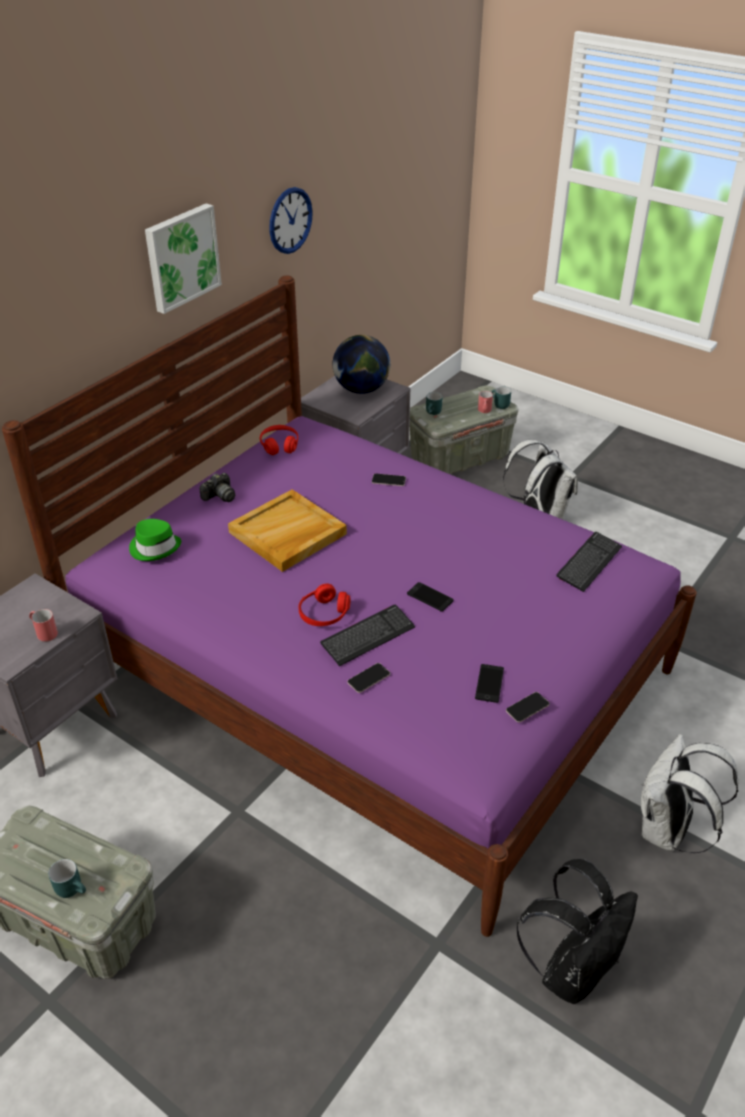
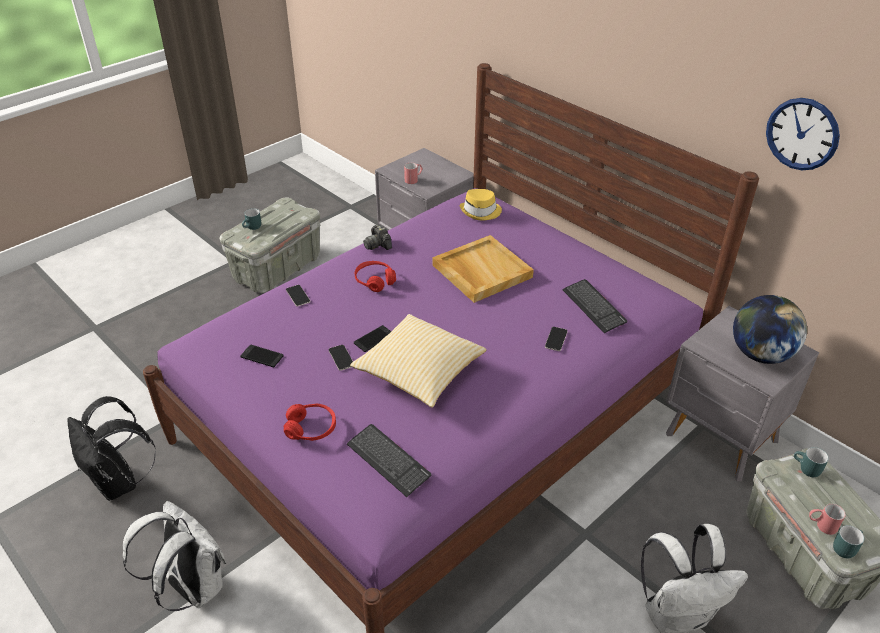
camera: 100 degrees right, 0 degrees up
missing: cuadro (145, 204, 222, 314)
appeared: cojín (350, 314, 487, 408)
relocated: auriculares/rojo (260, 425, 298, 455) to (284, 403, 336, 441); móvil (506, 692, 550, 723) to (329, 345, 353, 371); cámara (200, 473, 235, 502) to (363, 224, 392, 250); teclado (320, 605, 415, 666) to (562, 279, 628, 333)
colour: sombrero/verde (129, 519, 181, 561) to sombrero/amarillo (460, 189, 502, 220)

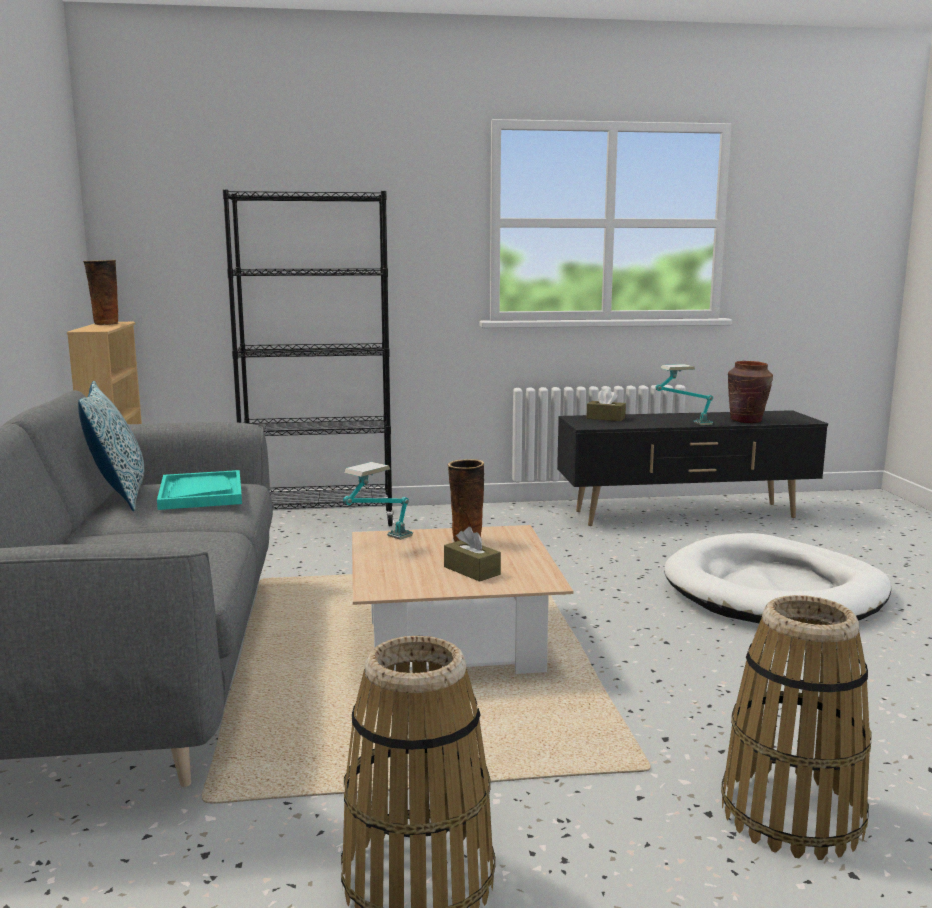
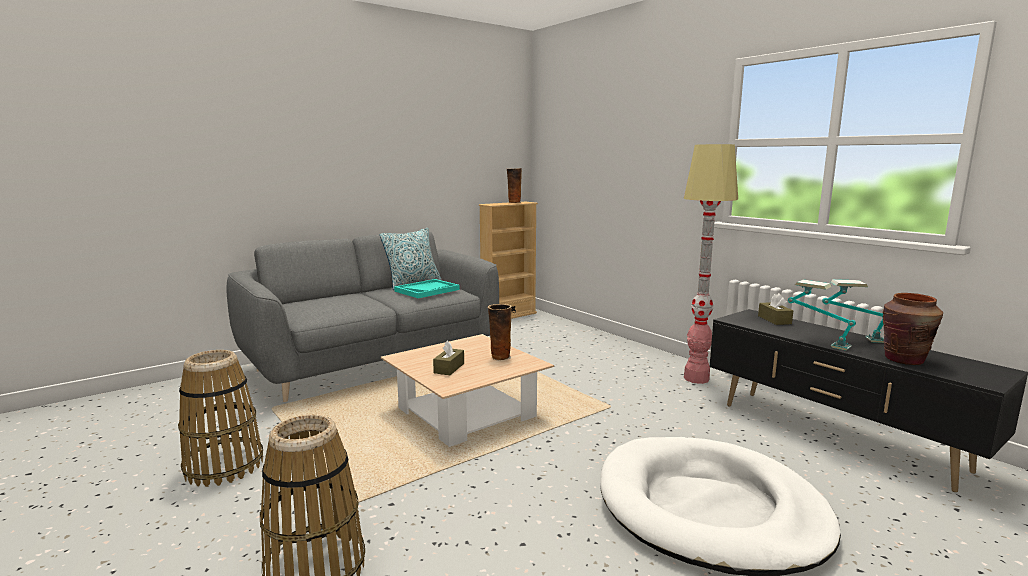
camera: 60 degrees right, 0 degrees up
missing: estantería/negro (223, 190, 394, 526)
appeared: lámpara de pie (684, 144, 738, 384)
relocated: lámpara de mesa (343, 462, 413, 540) to (822, 279, 884, 343)

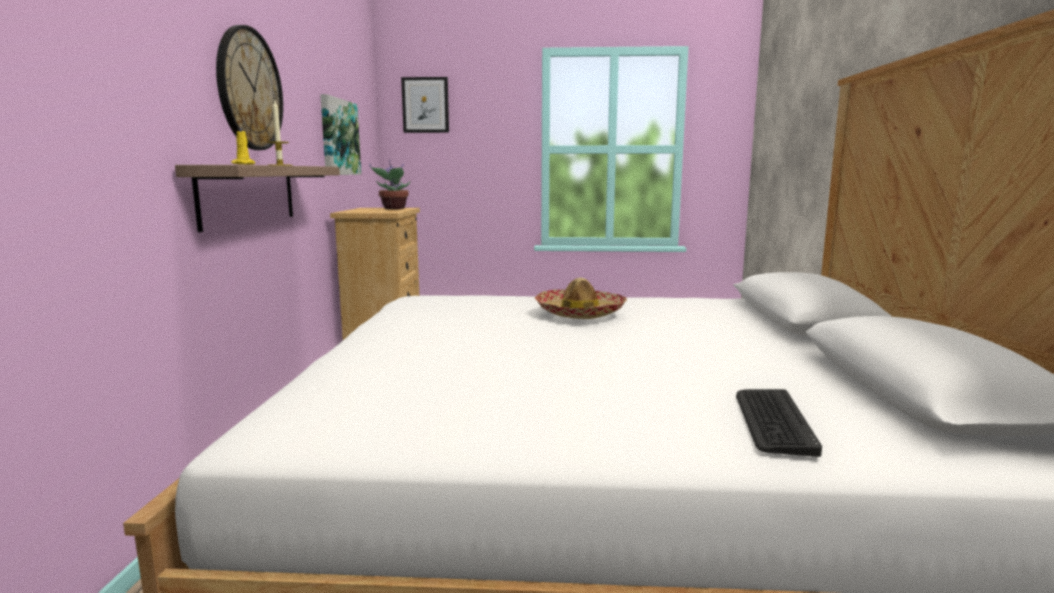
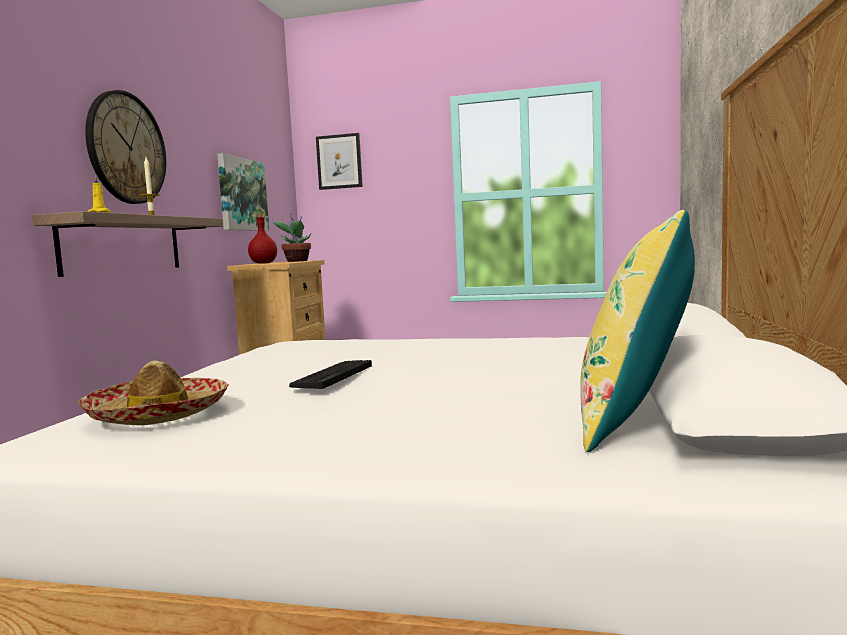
camera: 10 degrees right, 5 degrees down
appeared: botella/rojo (248, 213, 277, 264); cojín/amarillo (580, 210, 695, 452)
relocated: sombrero (535, 277, 627, 319) to (78, 360, 229, 425); teclado (736, 389, 822, 457) to (289, 360, 372, 389)

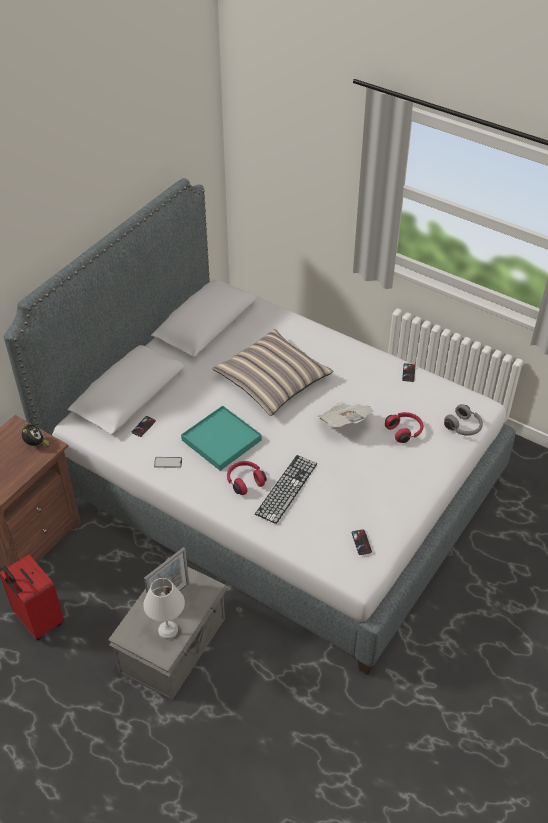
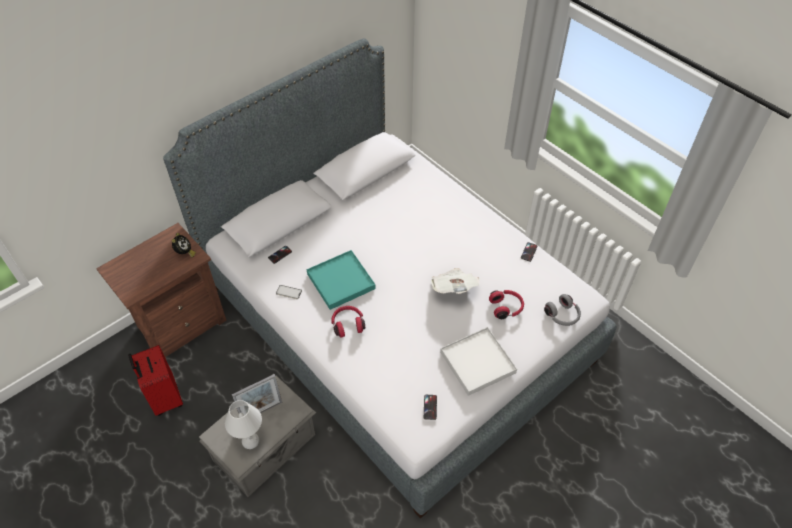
camera: 15 degrees right, 5 degrees up
missing: cojín (212, 329, 334, 416); teclado (255, 455, 318, 524)
appeared: bandeja/blanco (440, 327, 517, 396)

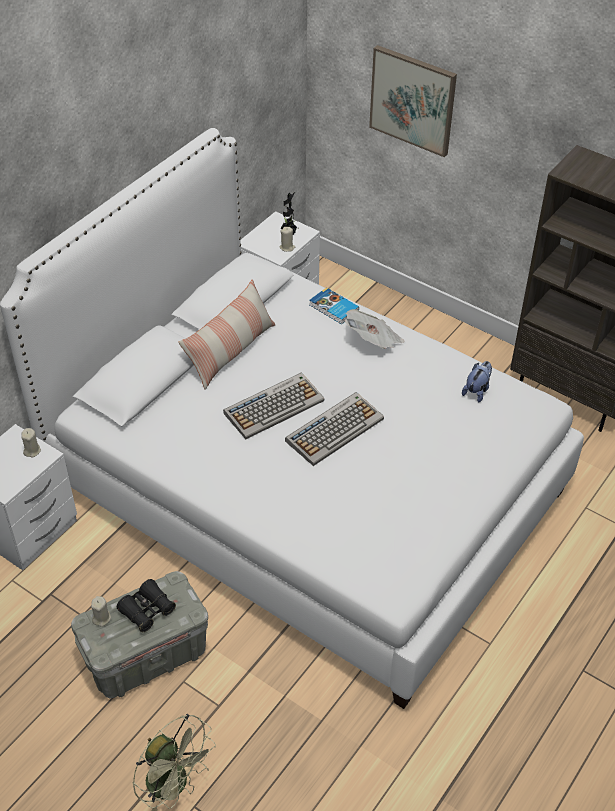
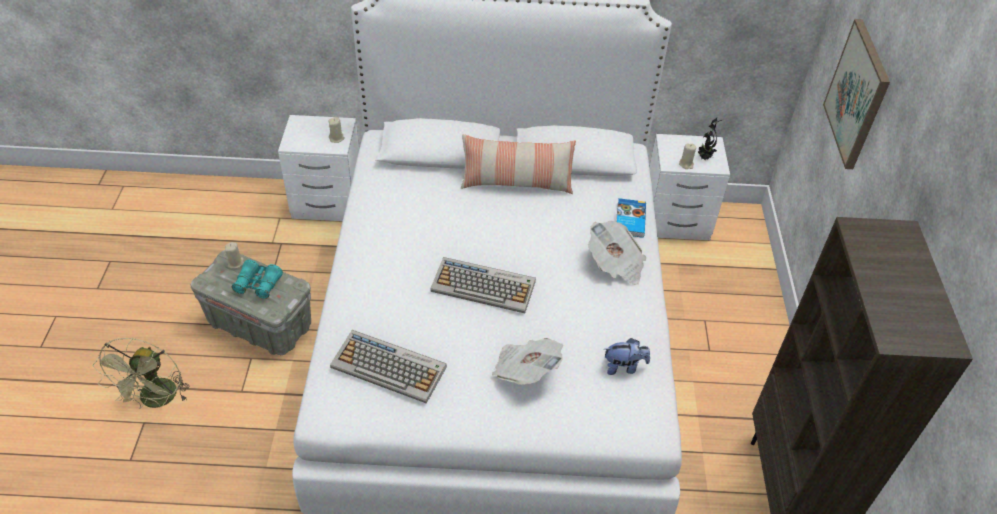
camera: 55 degrees right, 0 degrees up
appeared: periódico (492, 338, 564, 385)
relocated: teclado (223, 373, 324, 439) to (330, 330, 447, 403)
colour: prismáticos/negro (117, 579, 176, 632) to prismáticos/turquesa (232, 260, 283, 299)

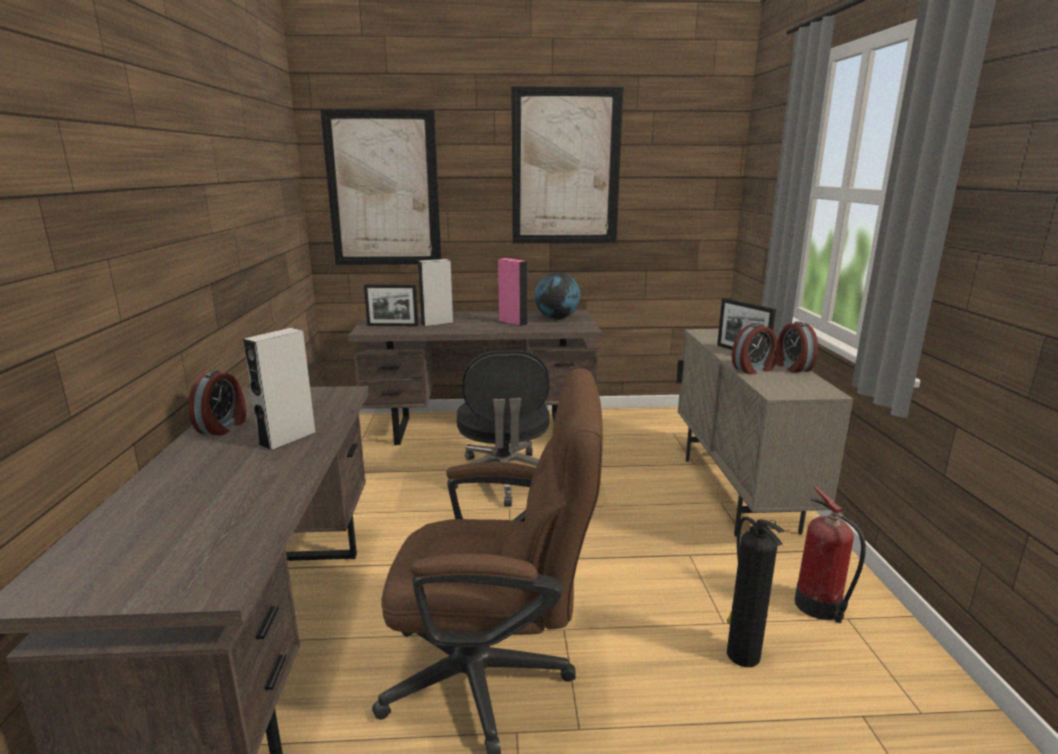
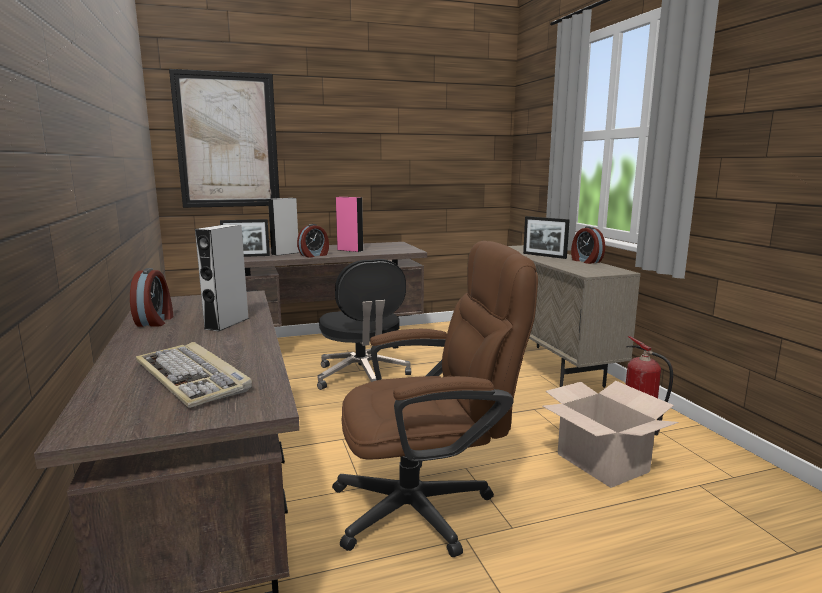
camera: 15 degrees left, 5 degrees down
missing: cuadro (511, 86, 623, 243); globo terráqueo (534, 272, 581, 320)
appeared: teclado (136, 342, 252, 408)
relocated: despertador (732, 323, 777, 375) to (297, 224, 329, 258)
exchanged: extintor (727, 516, 784, 667) to caja de cartón (542, 381, 679, 488)

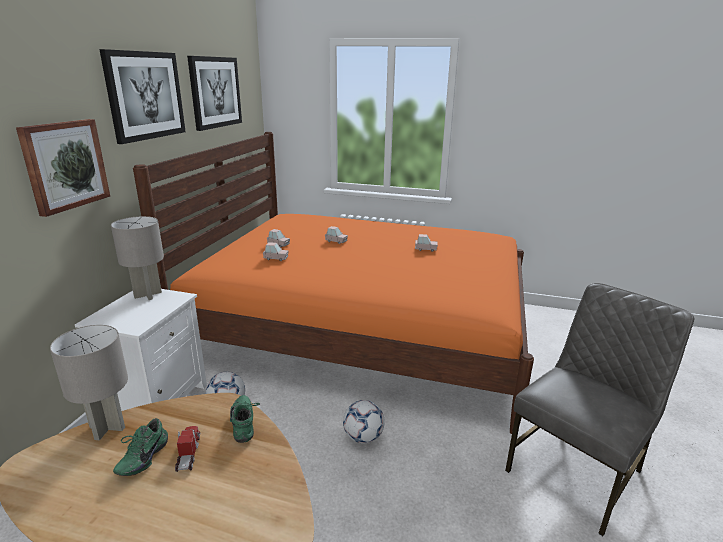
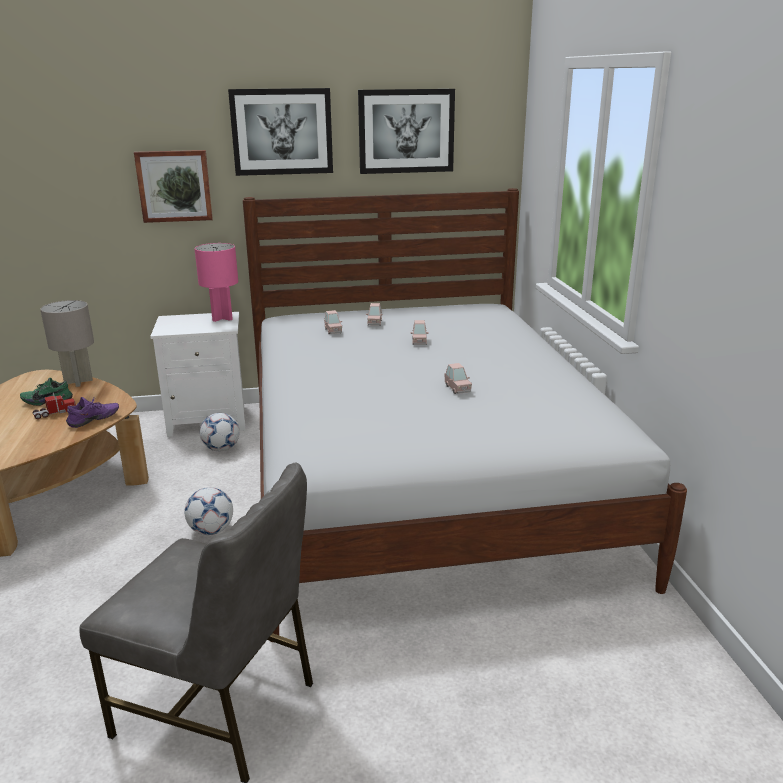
camera: 65 degrees right, 0 degrees up
colour: zapato/verde (230, 395, 260, 443) to zapato/morado (66, 397, 119, 428); lámpara de mesa/gris (111, 216, 164, 300) to lámpara de mesa/rosa (194, 243, 238, 322); cama/naranja (133, 132, 534, 434) to cama/blanco (243, 188, 687, 642)

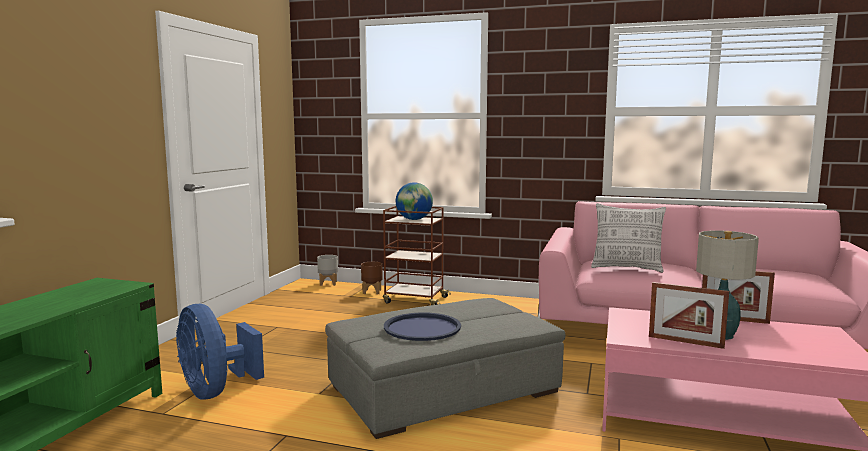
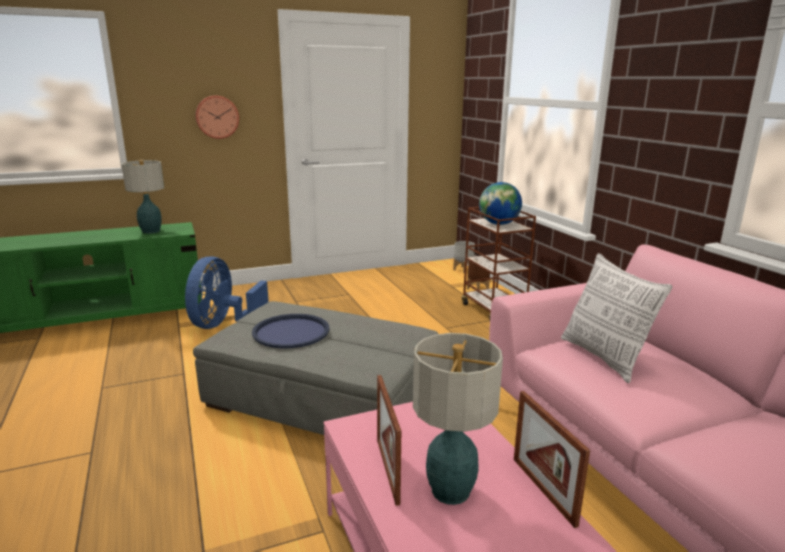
camera: 50 degrees right, 10 degrees up
appeared: lámpara de mesa (121, 160, 164, 234); reloj de pared (195, 95, 239, 139)

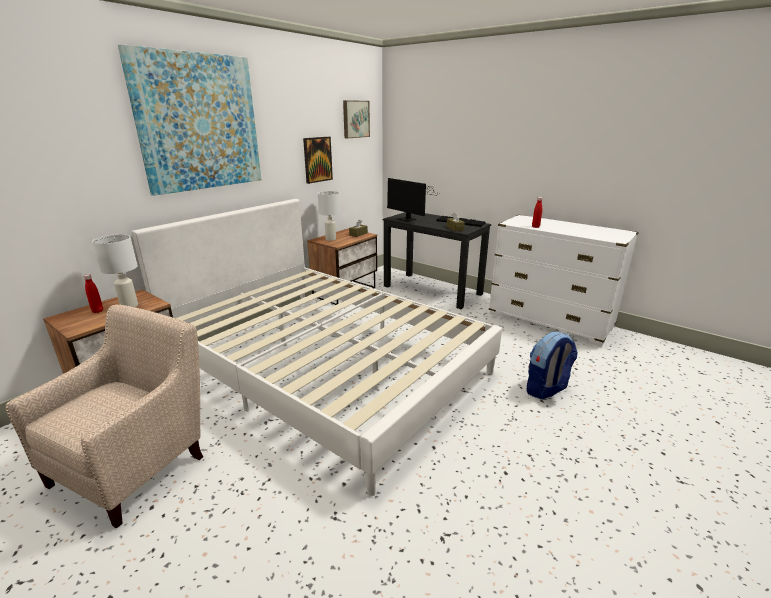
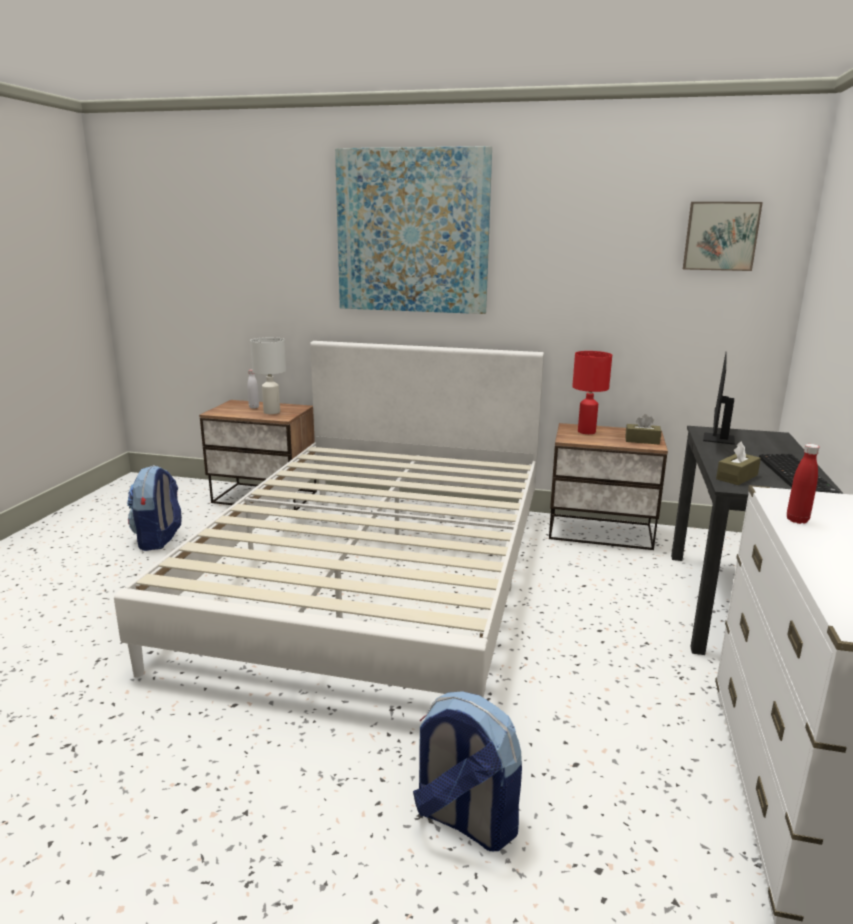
camera: 65 degrees right, 5 degrees down
missing: cuadro (303, 137, 333, 184)
exchanged: sillón/beis (6, 304, 203, 528) to mochila (127, 465, 181, 551)
colour: botella/rojo (84, 274, 103, 313) to botella/blanco (247, 369, 259, 409); lámpara de mesa/blanco (318, 191, 340, 241) to lámpara de mesa/rojo (572, 351, 612, 434)

